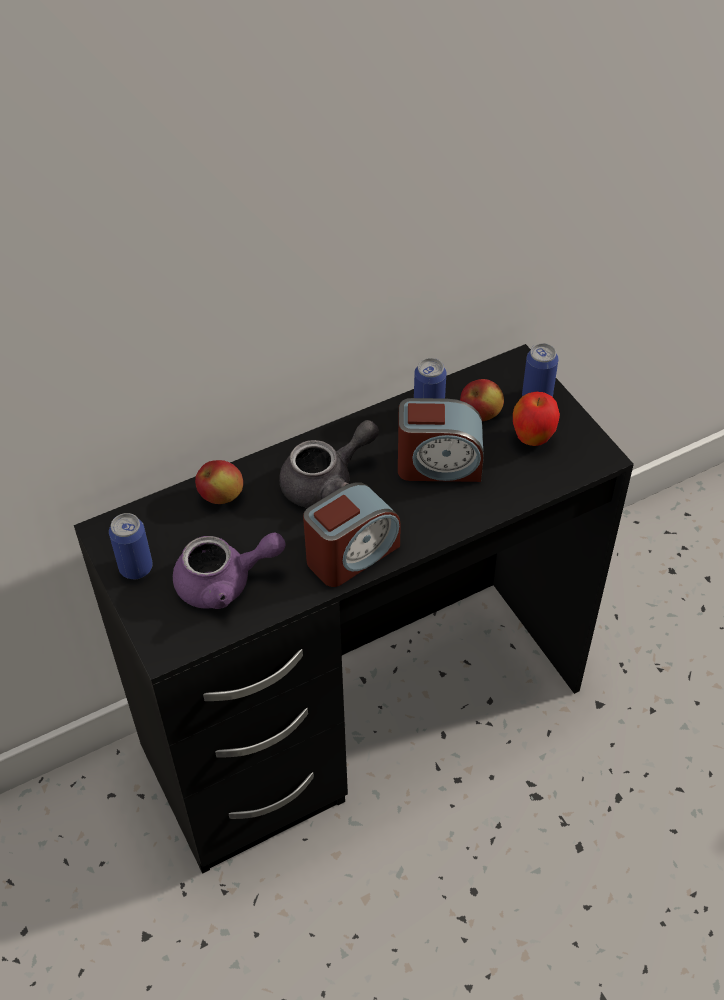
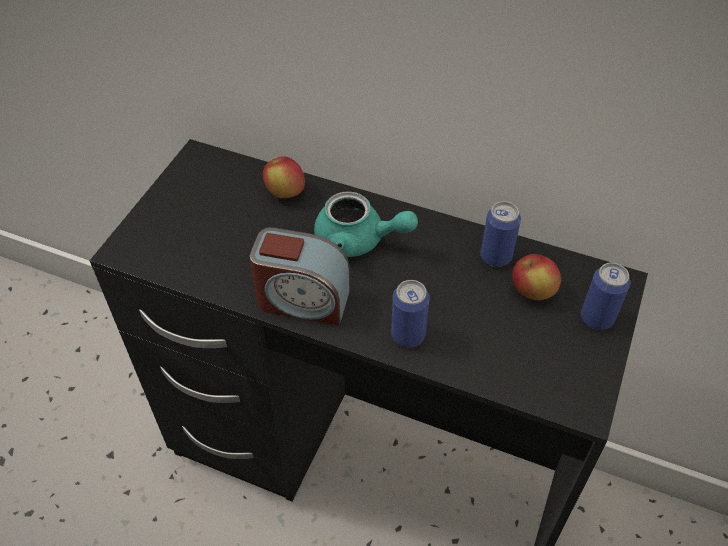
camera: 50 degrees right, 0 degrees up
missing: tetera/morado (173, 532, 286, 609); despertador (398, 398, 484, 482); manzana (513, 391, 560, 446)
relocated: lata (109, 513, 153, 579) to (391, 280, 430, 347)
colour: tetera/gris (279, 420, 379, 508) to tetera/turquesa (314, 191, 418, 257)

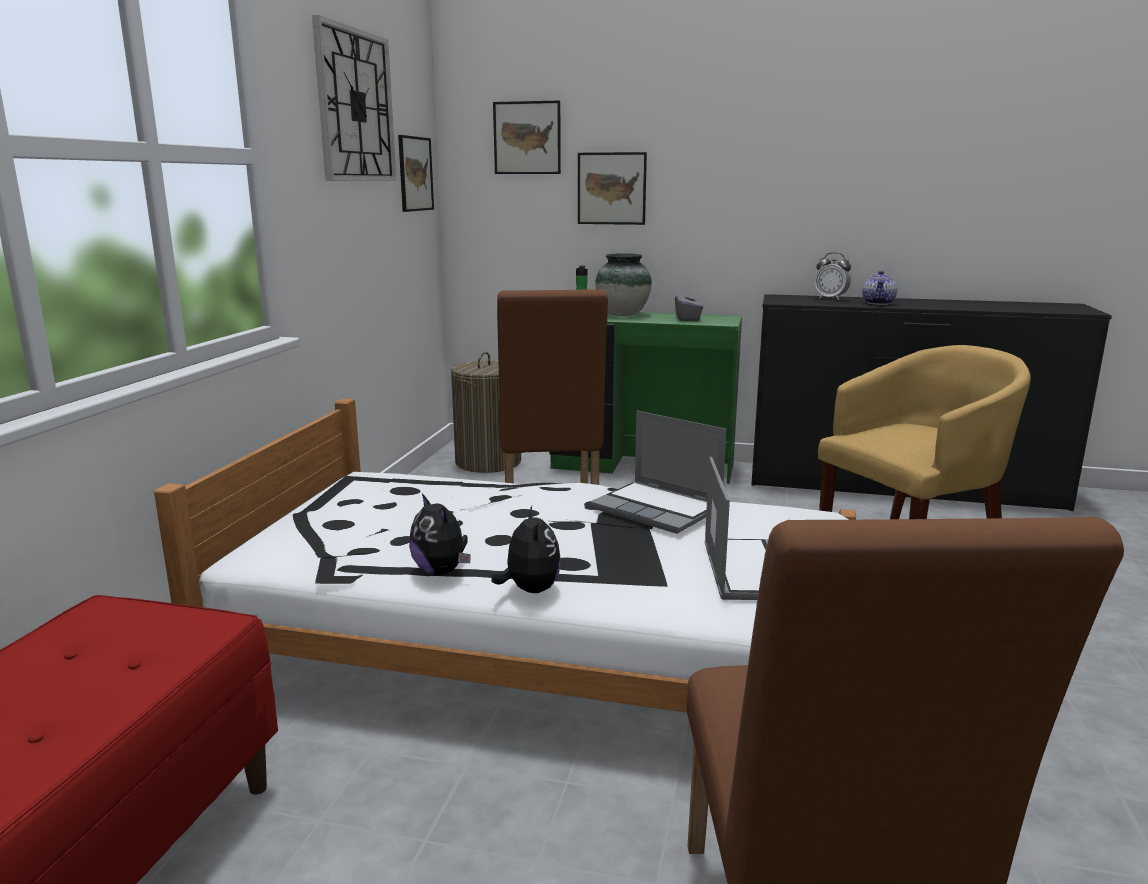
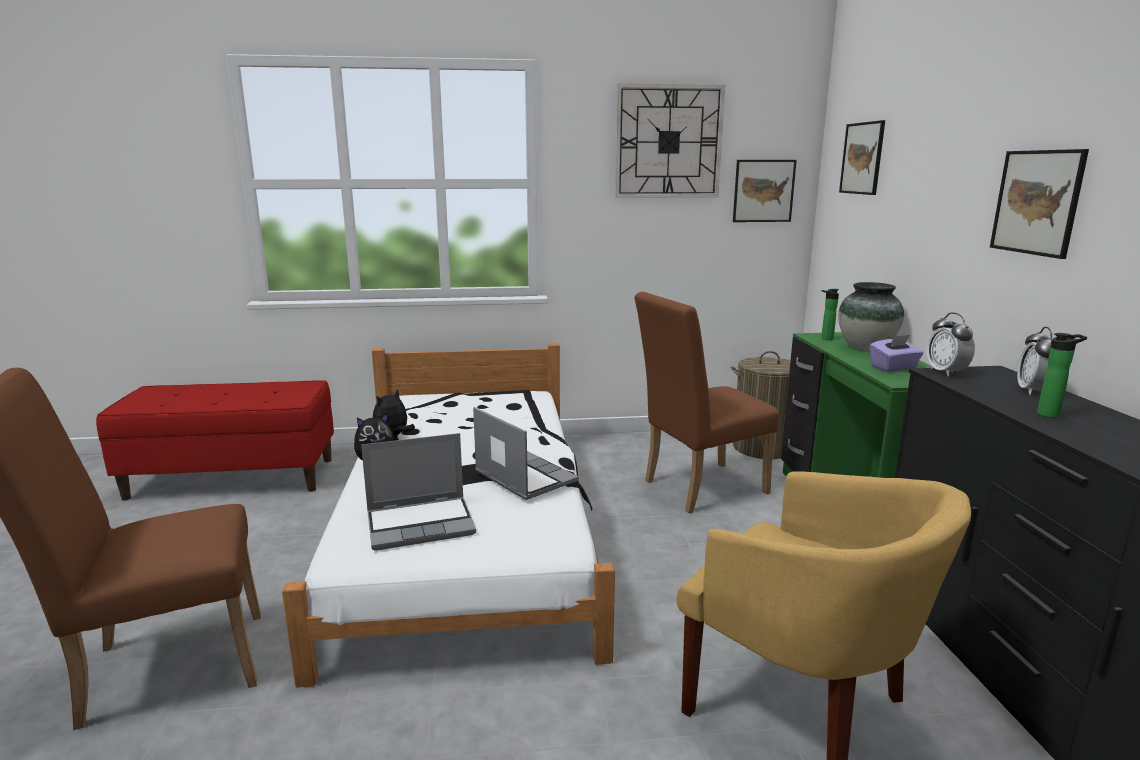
camera: 70 degrees right, 0 degrees up
appeared: despertador (926, 313, 975, 376)
relocated: cuadro (578, 152, 647, 225) to (990, 149, 1089, 259)
exchanged: tetera (862, 271, 897, 305) to botella (1037, 333, 1087, 418)
colour: caja de pañuelos/gris (675, 289, 703, 321) to caja de pañuelos/morado (869, 335, 923, 372)
spun: portátil (590, 411, 726, 534) = (473, 407, 579, 500) 120 degrees clockwise

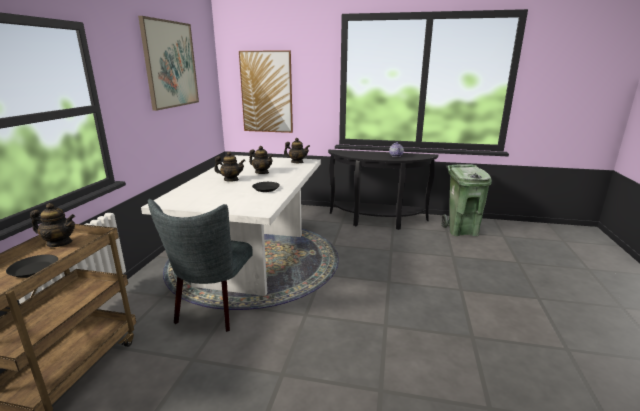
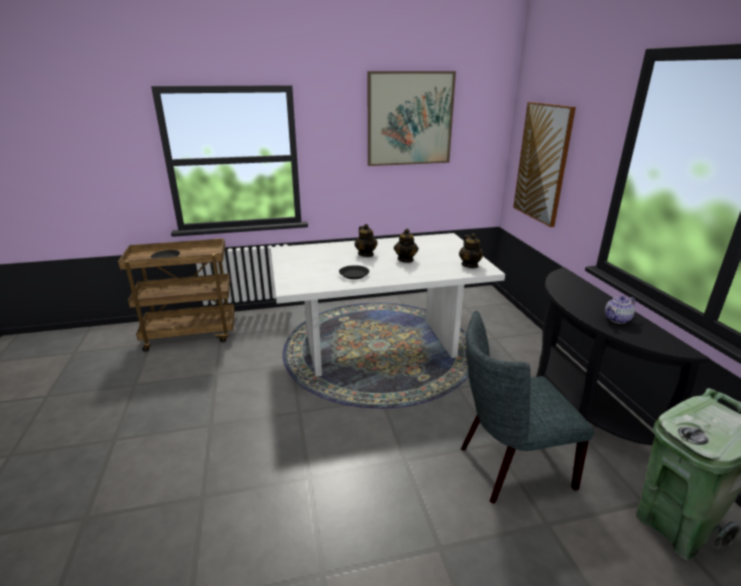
camera: 65 degrees right, 5 degrees up
missing: tetera (30, 203, 75, 247)
relocated: silla/gris (148, 199, 253, 332) to (461, 311, 594, 504)

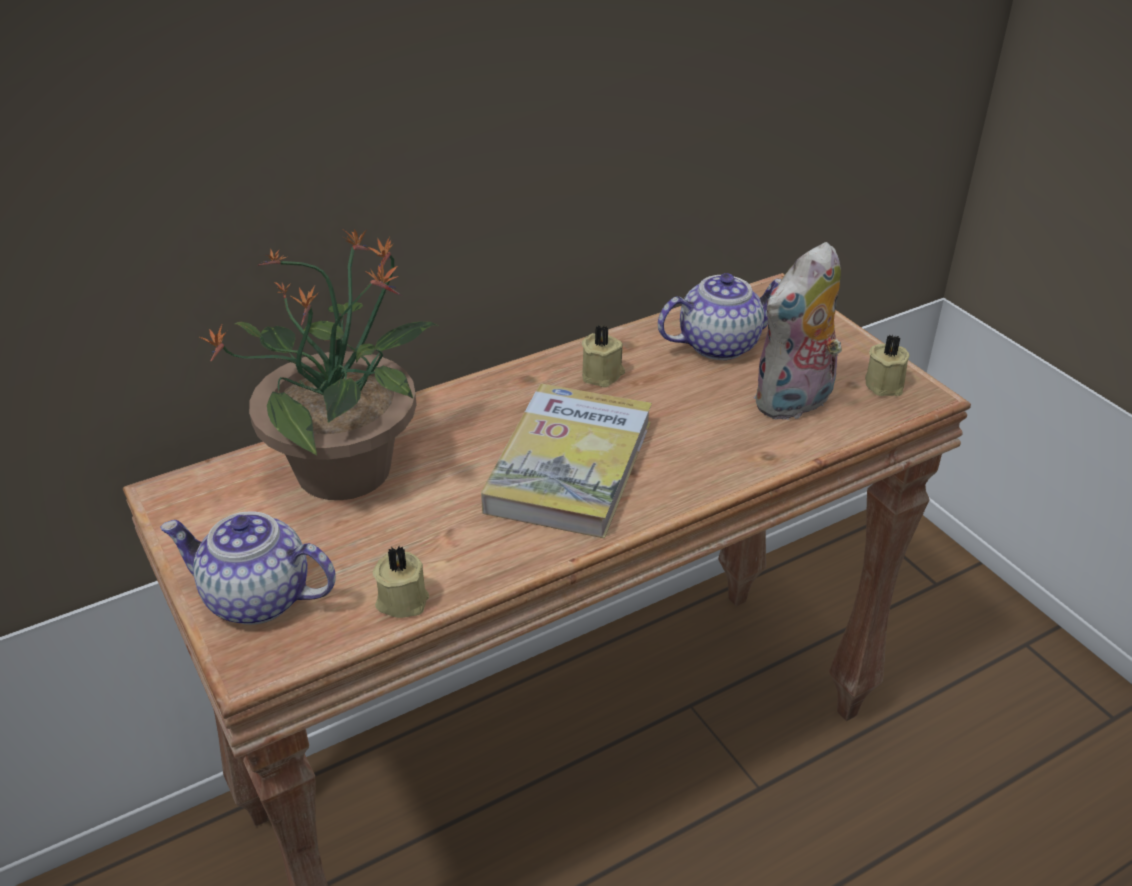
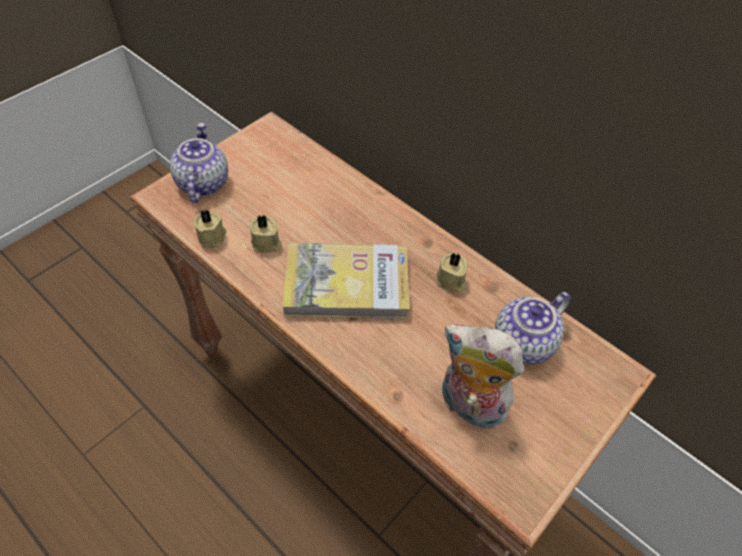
camera: 70 degrees right, 15 degrees up
missing: planta en maceta (200, 229, 438, 500)
relocated: vela/beis (865, 334, 909, 396) to (249, 216, 282, 253)
spun: tetera (658, 273, 782, 360) = (495, 292, 571, 364) 90 degrees clockwise

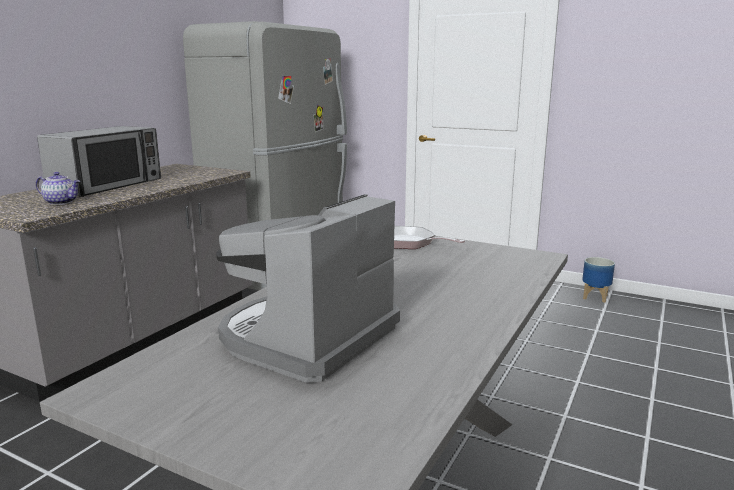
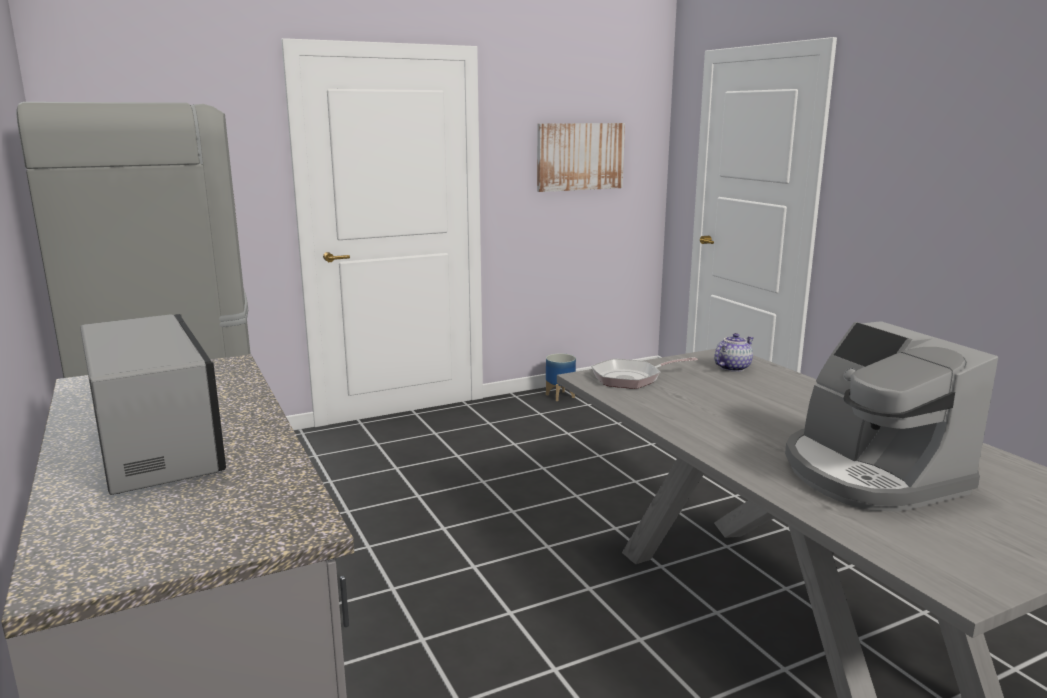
camera: 55 degrees left, 0 degrees up
appeared: cuadro (537, 123, 625, 192)
relocated: tetera (36, 172, 80, 205) to (714, 333, 753, 372)

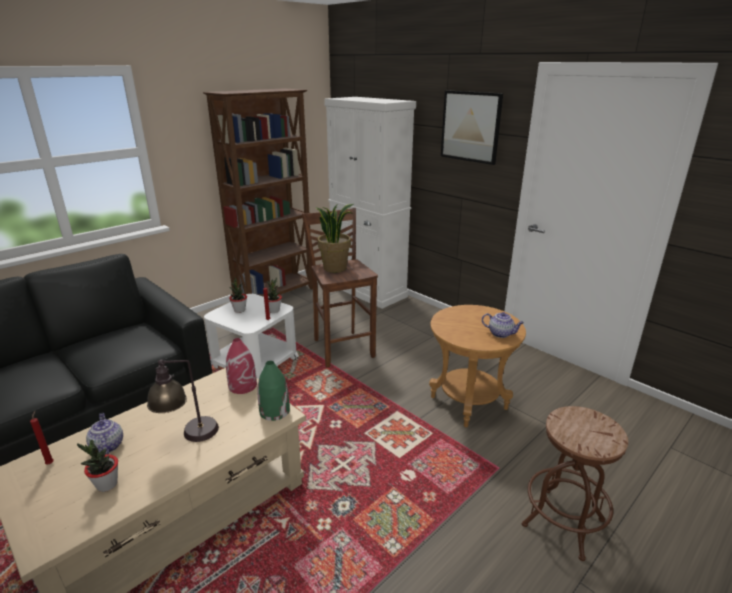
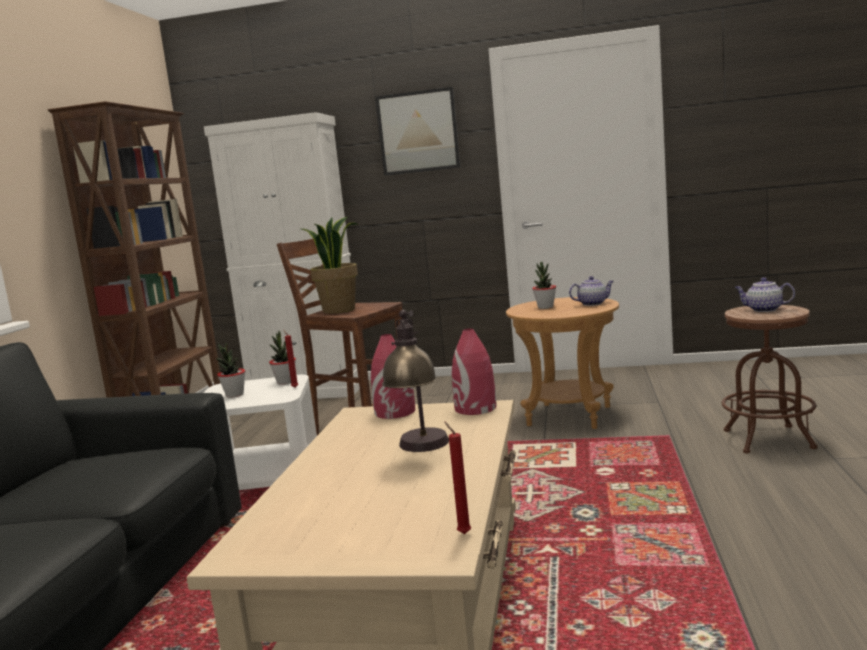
camera: 35 degrees left, 15 degrees down
relocated: vela/rojo (30, 411, 54, 464) to (445, 422, 471, 534); planta en maceta (77, 440, 118, 492) to (532, 262, 556, 309); tetera (86, 413, 123, 455) to (734, 277, 795, 312)
colour: florero/verde (257, 361, 290, 421) to florero/rojo (452, 328, 497, 415)

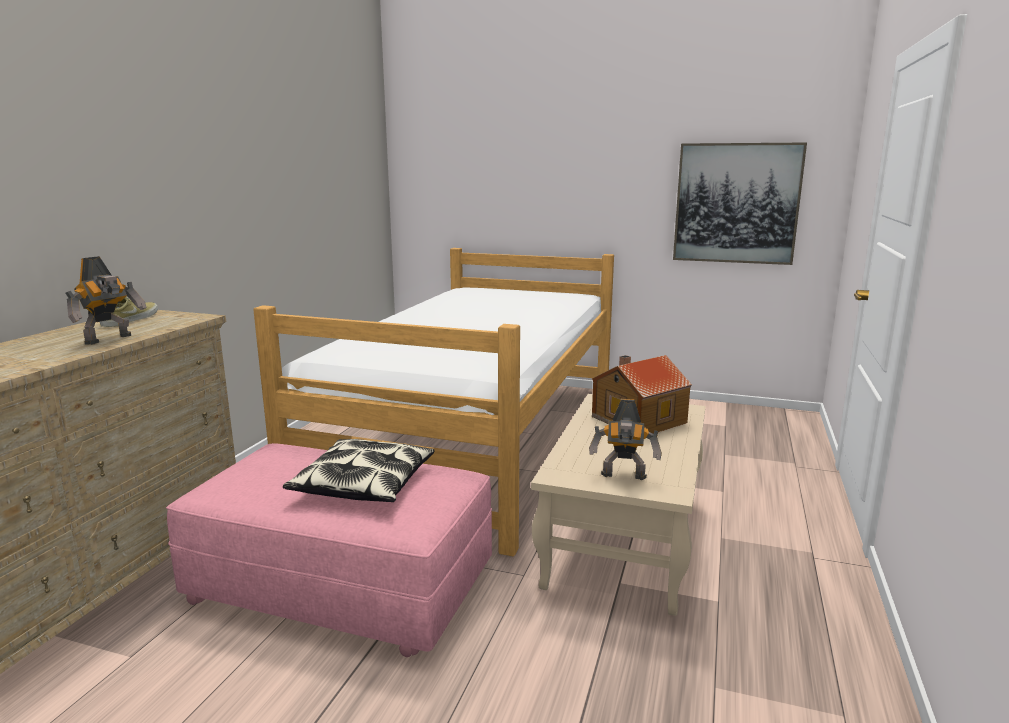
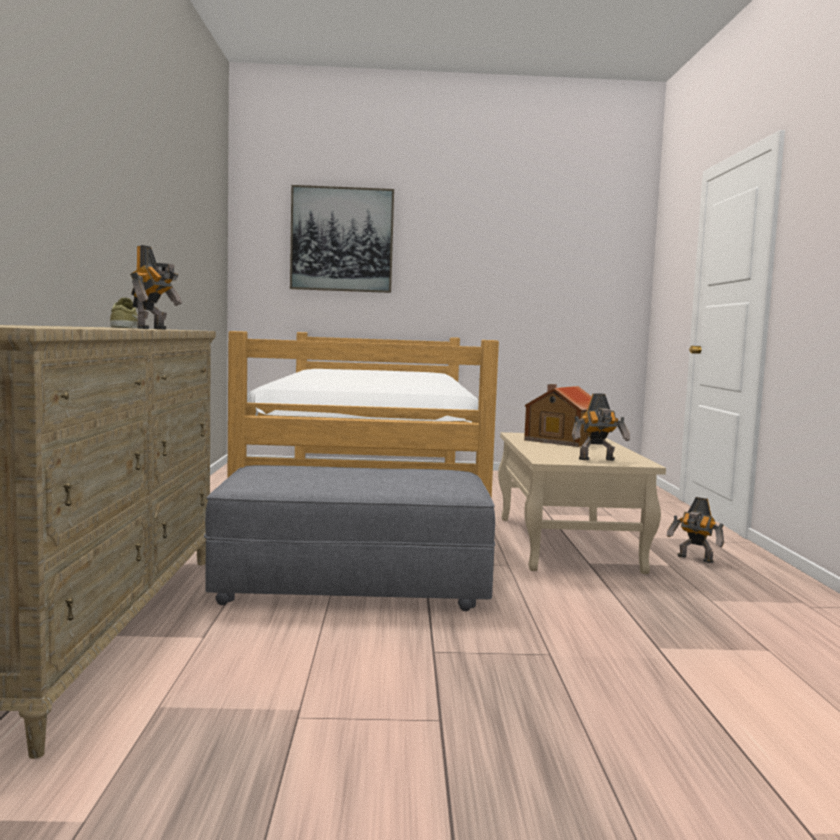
camera: 20 degrees left, 10 degrees down
missing: cojín (283, 439, 435, 502)
appeared: robot de juguete (667, 497, 724, 563)
relocated: cuadro (673, 143, 807, 265) to (290, 185, 394, 293)
colour: puf/rosa (166, 443, 492, 657) to puf/gris (204, 465, 495, 611)

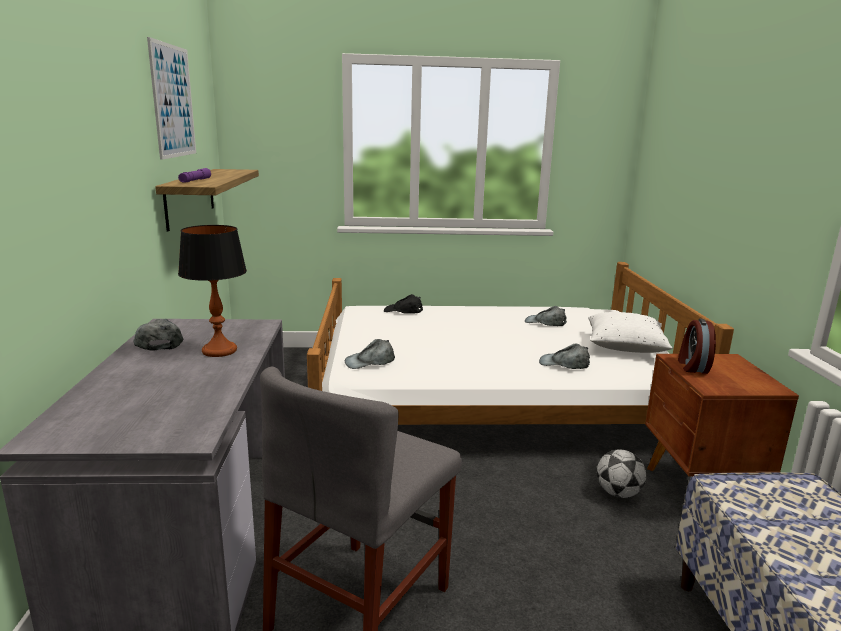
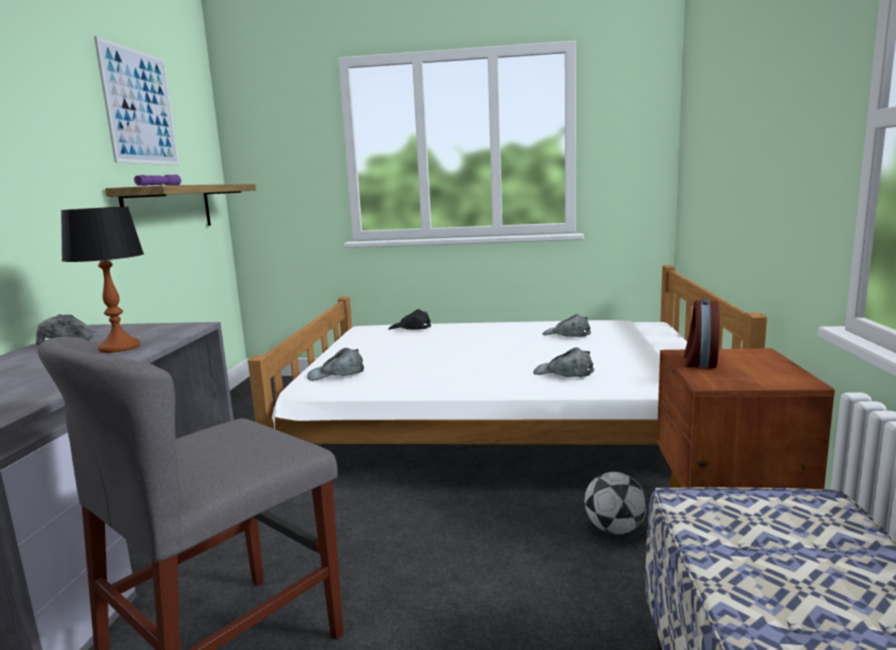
camera: 10 degrees right, 5 degrees down
missing: cojín/blanco (588, 312, 673, 353)

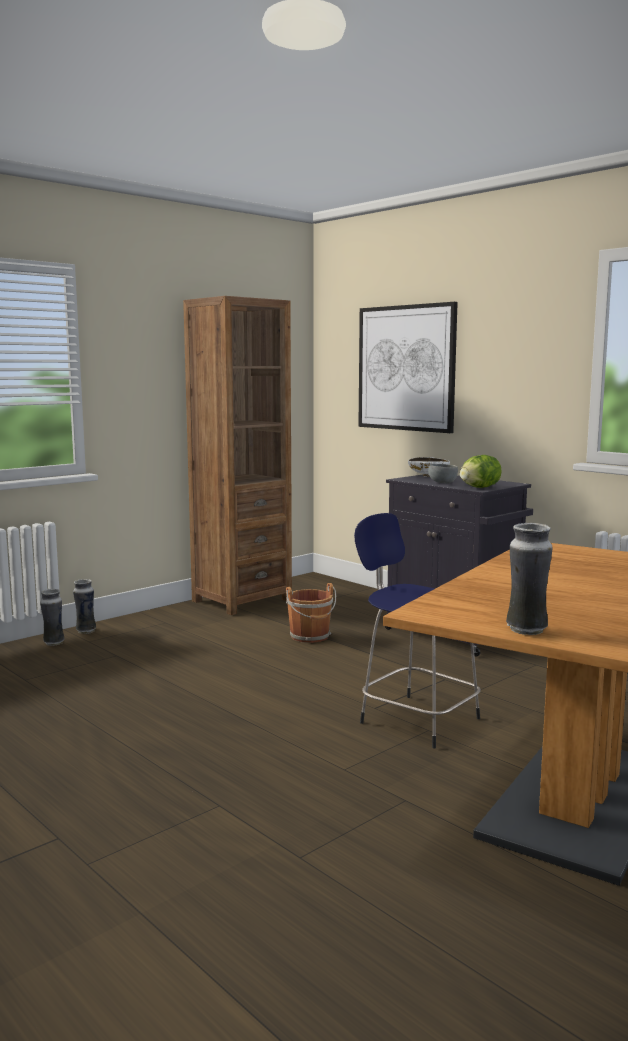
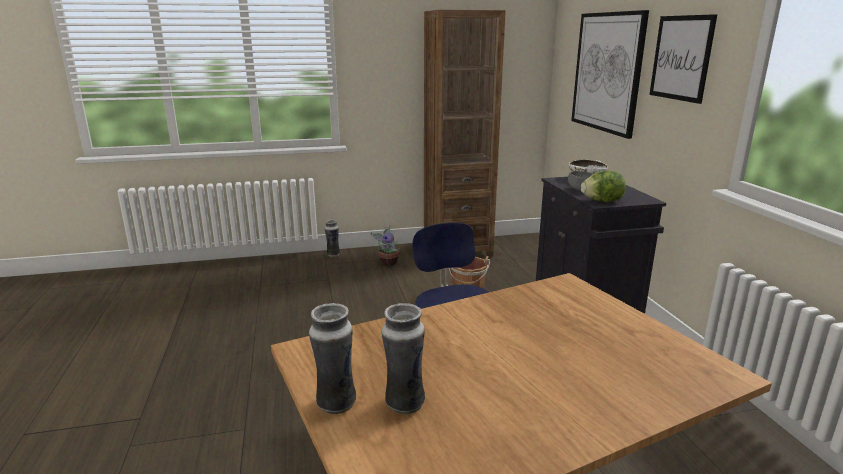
camera: 30 degrees right, 10 degrees up
appeared: planta en maceta (371, 225, 400, 266); cuadro (649, 14, 717, 104)
relocated: florero (40, 589, 65, 646) to (382, 303, 425, 414)

